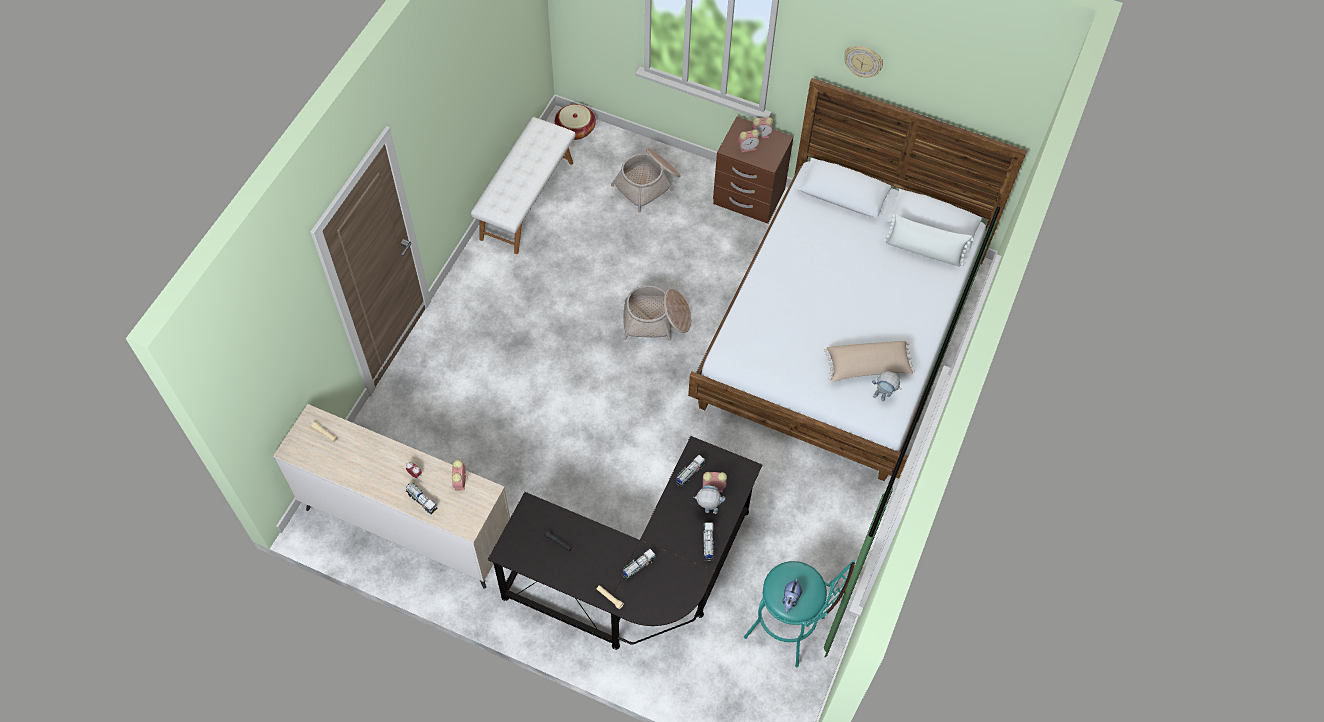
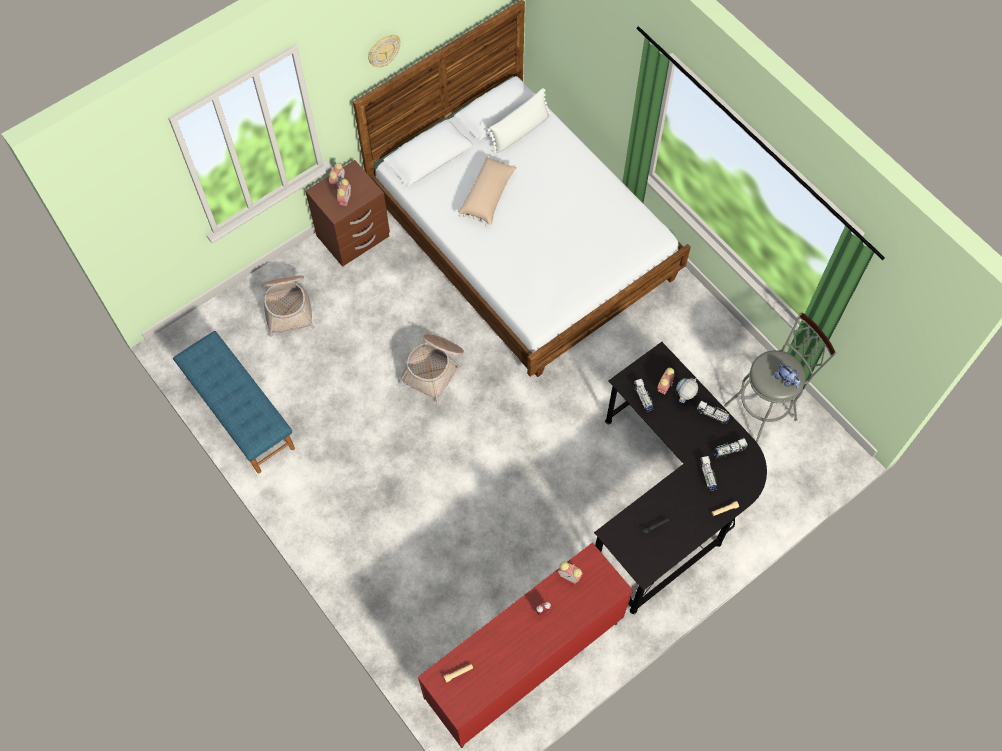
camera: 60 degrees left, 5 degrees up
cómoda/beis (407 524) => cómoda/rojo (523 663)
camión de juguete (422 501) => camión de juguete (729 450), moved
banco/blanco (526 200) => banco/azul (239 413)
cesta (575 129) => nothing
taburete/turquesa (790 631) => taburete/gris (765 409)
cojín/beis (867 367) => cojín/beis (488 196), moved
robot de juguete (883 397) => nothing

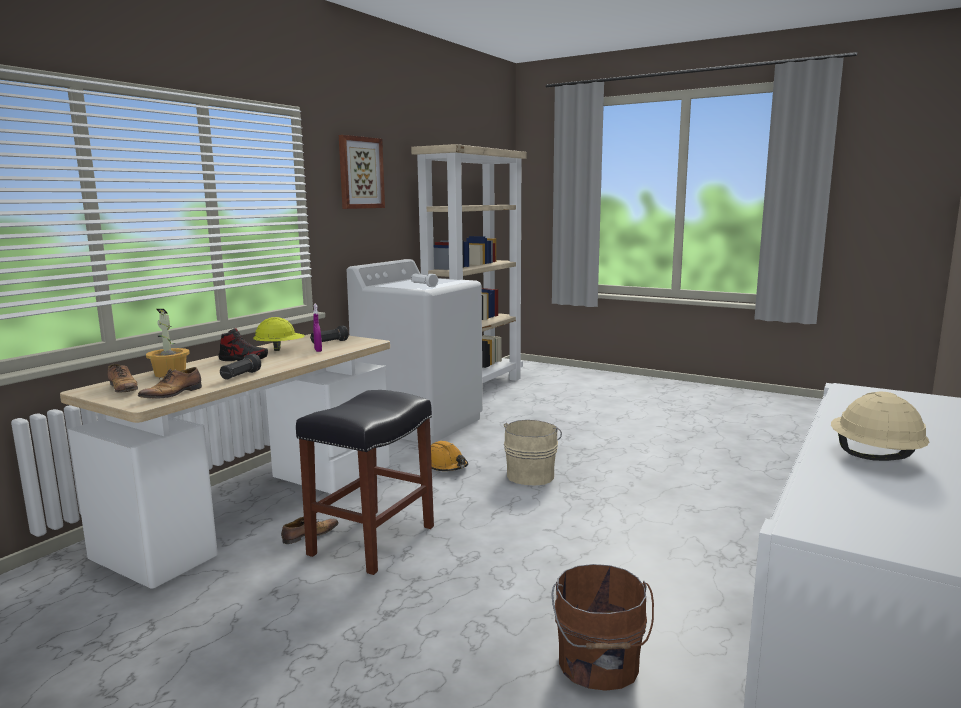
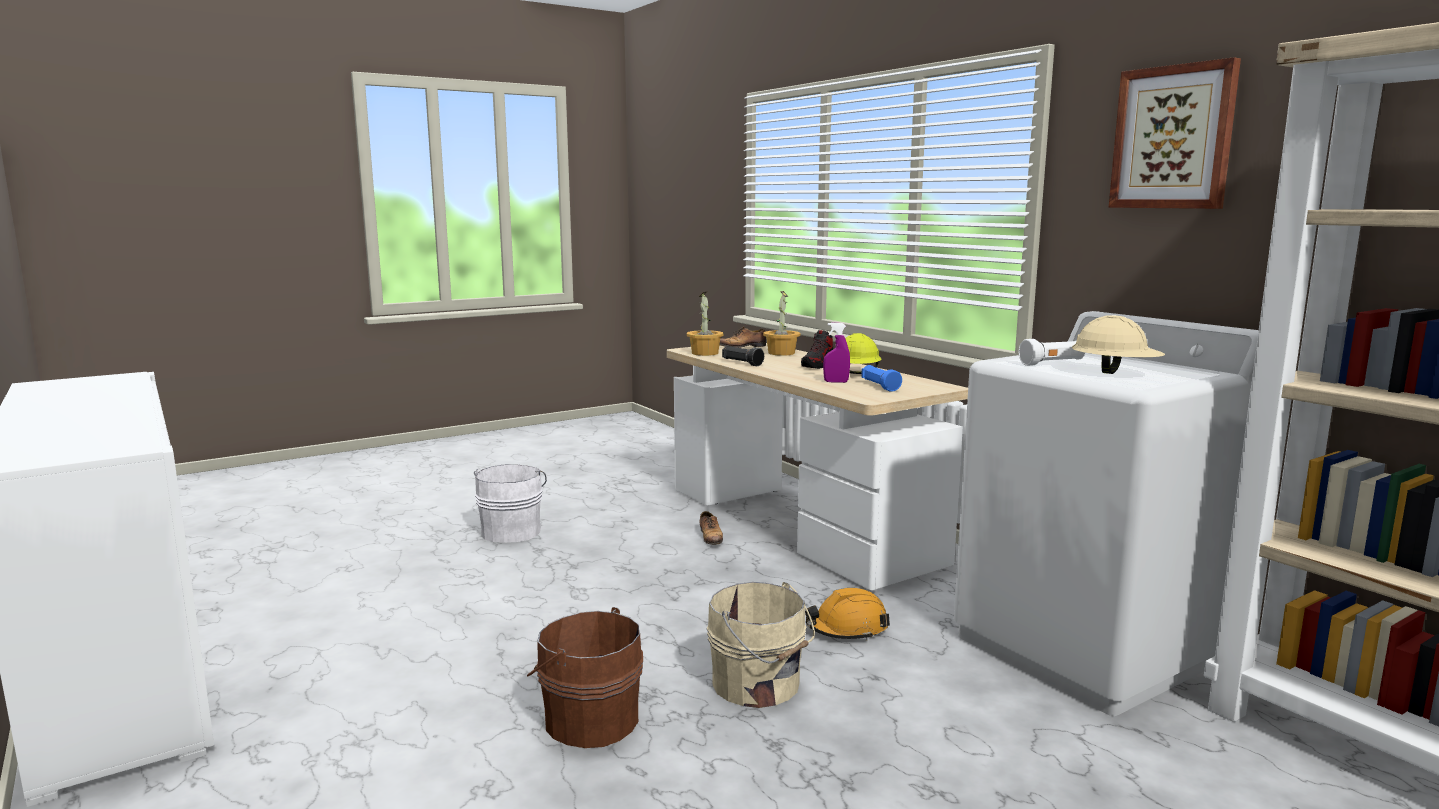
camera: 115 degrees right, 0 degrees up
zapato (173 394) => planta en maceta (705 353)
taburete/negro (372 541) => nothing
linterna/negro (329 343) => linterna/azul (879 386)
cubo/marrón (598 665) => cubo/marrón (589 720), moved
casco/beis (874 457) => casco/beis (1115 373), moved
nothing => cubo/blanco (512 531)

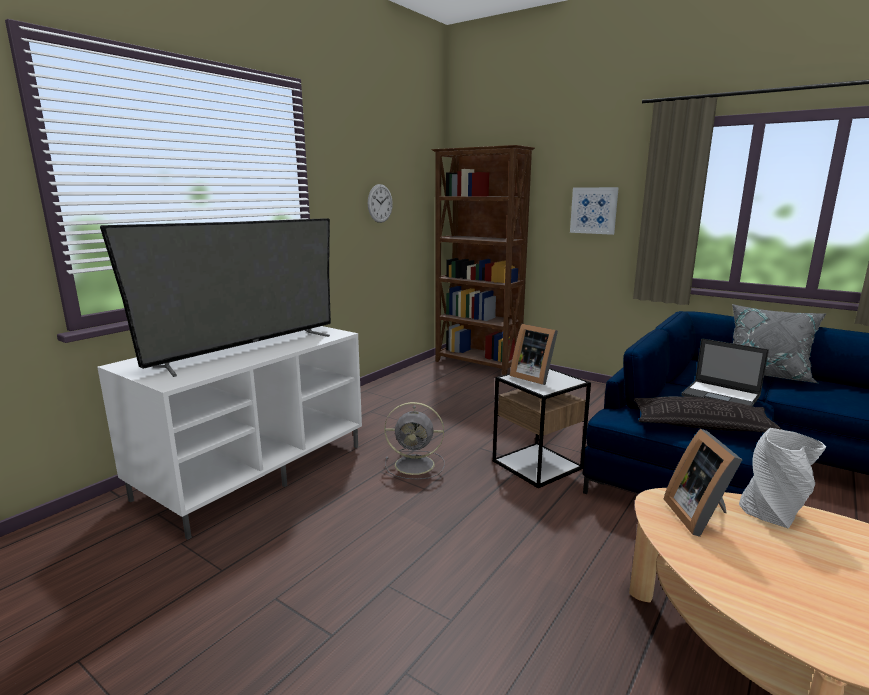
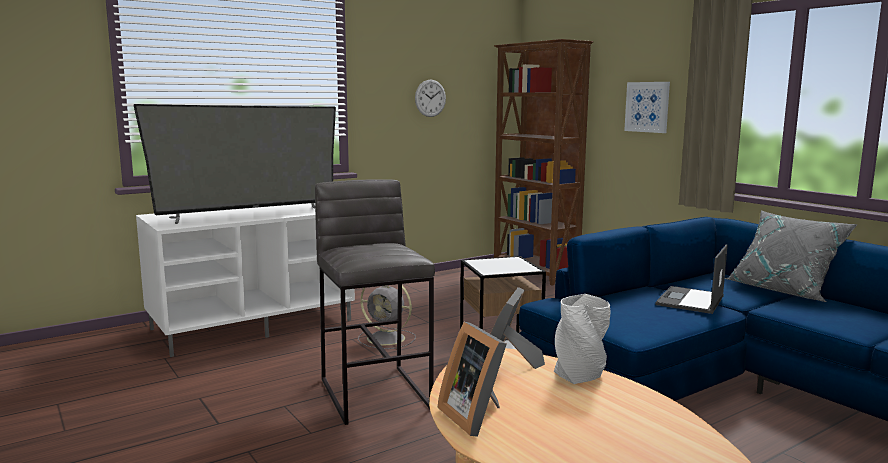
camera: 20 degrees right, 5 degrees down
portarretratos (533 377) => portarretratos (475 416), moved
cojín (702 425) => nothing
portátil (721 396) => portátil (690 301), 60 degrees clockwise
nothing => taburete/gris (375 393)

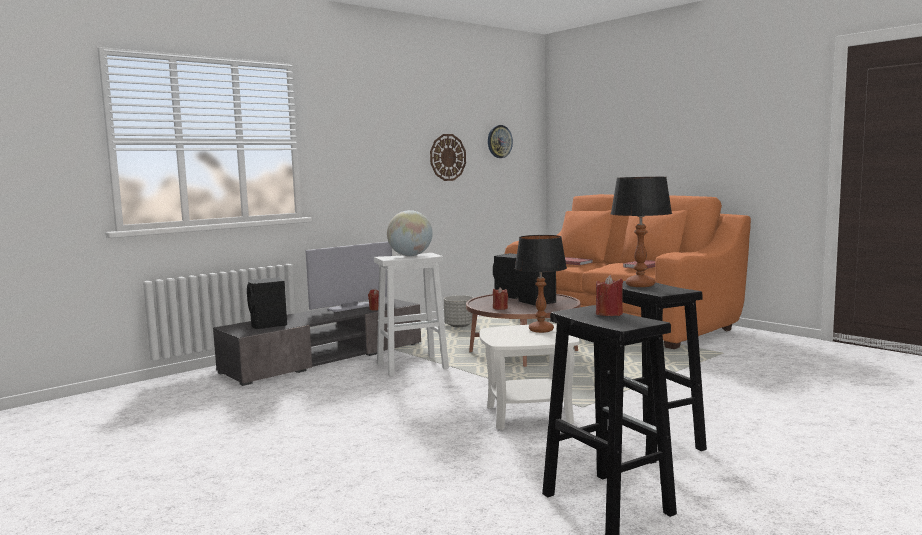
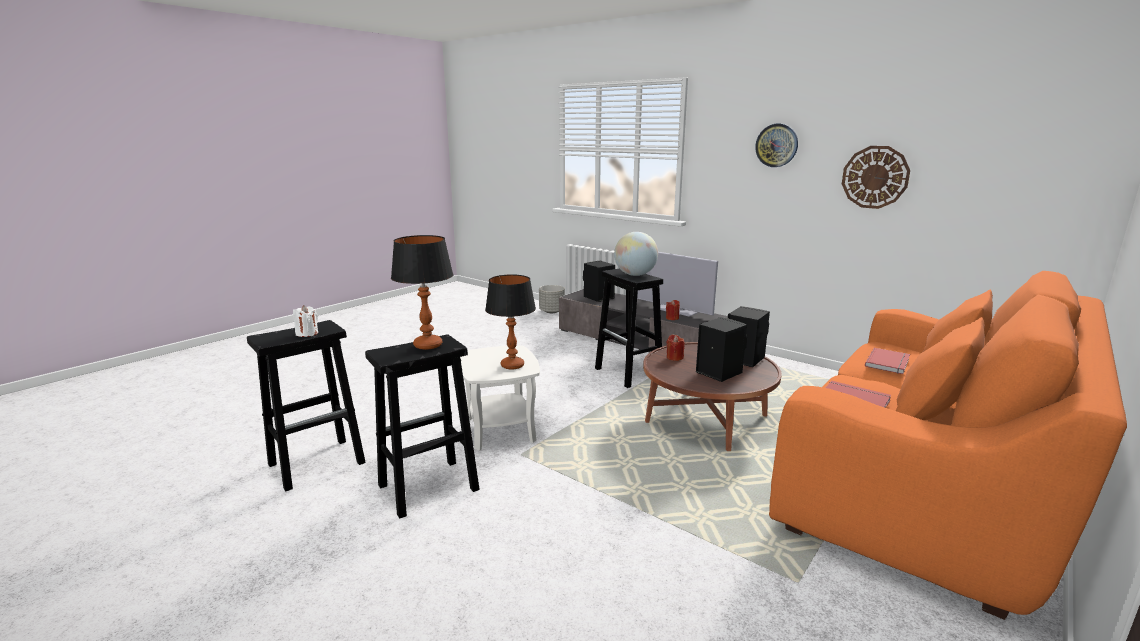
camera: 80 degrees right, 10 degrees up
taburete/blanco (413 366) => taburete/negro (629 373)
maceta/gris (459 326) => maceta/gris (552 311), moved
reloj de pared (499 141) => reloj de pared (776 145), moved
vela/rojo (609 314) => vela/blanco (307 333)

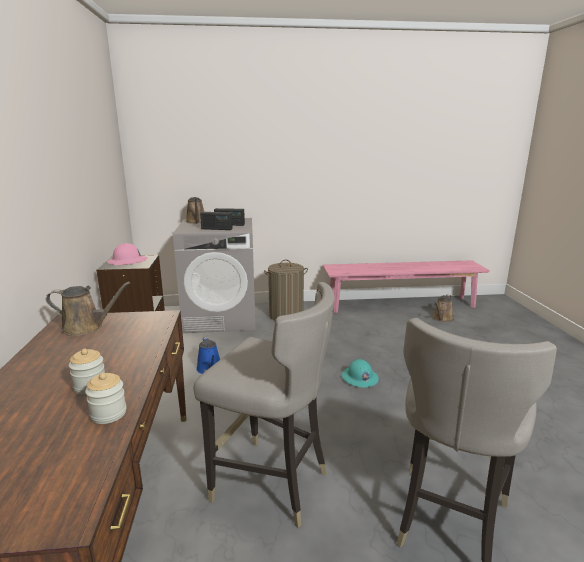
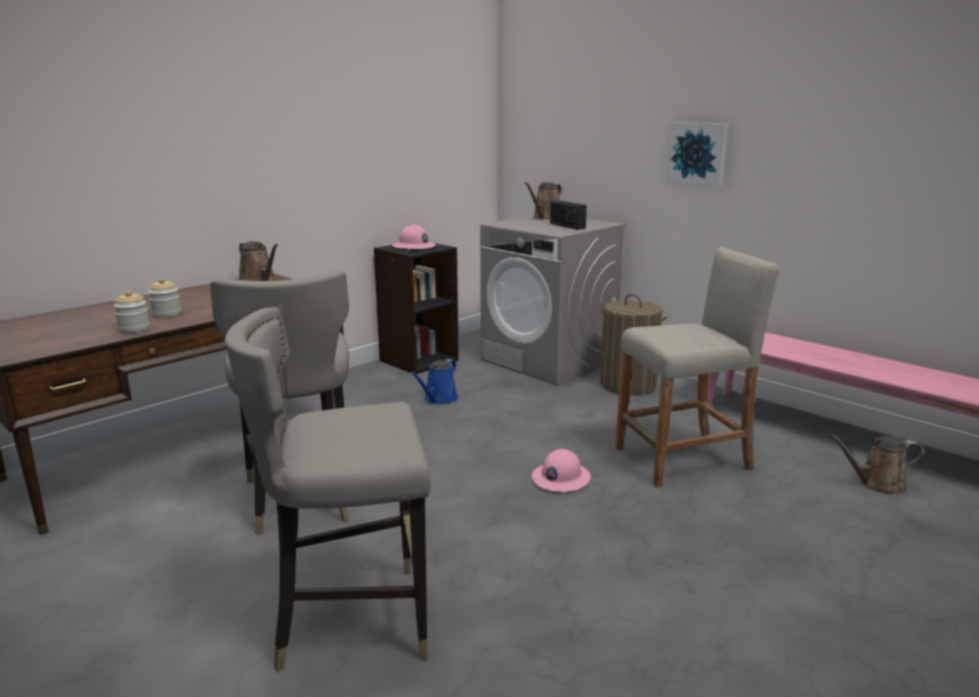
camera: 50 degrees right, 0 degrees up
radio (216 229) => nothing
casco/turquesa (359 378) => casco/rosa (560 478)
nothing => taburete/beis (682 459)
nothing => cuadro (698 153)

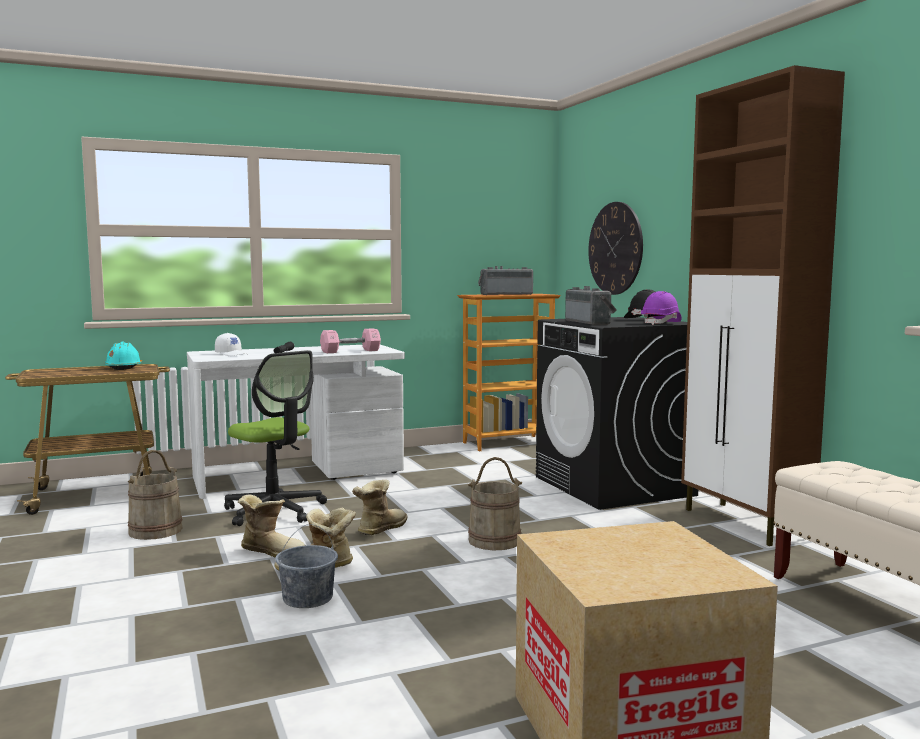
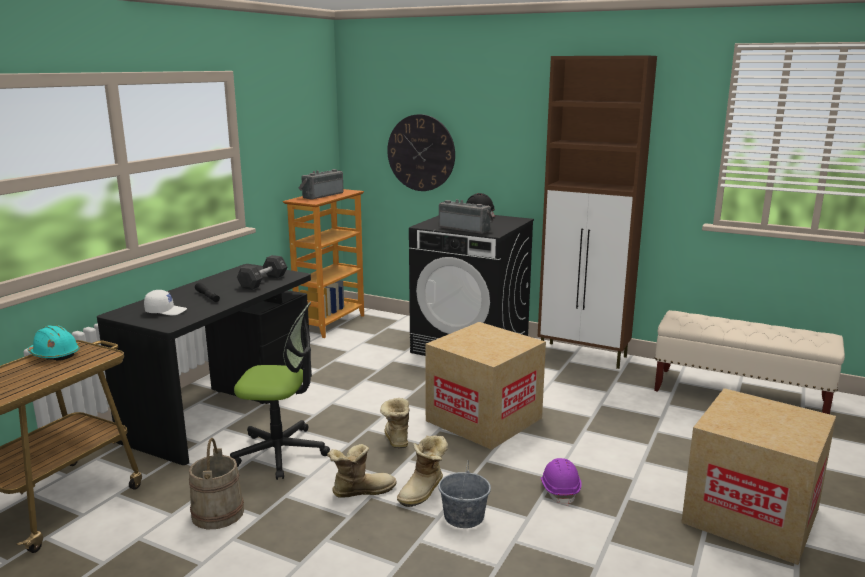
camera: 40 degrees left, 10 degrees up
escritorio/blanco (298 475) => escritorio/negro (224 409)
mancuerna/rosa (350 351) => mancuerna/negro (263 282)
cubo/beis (494 540) => caja de cartón (484 419)
casco/morado (661 323) => casco/morado (560 490), moved

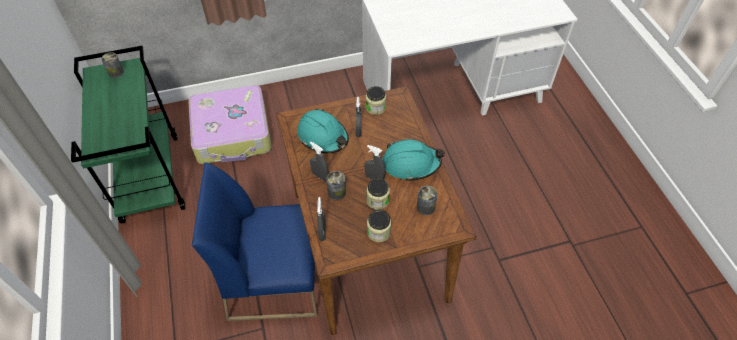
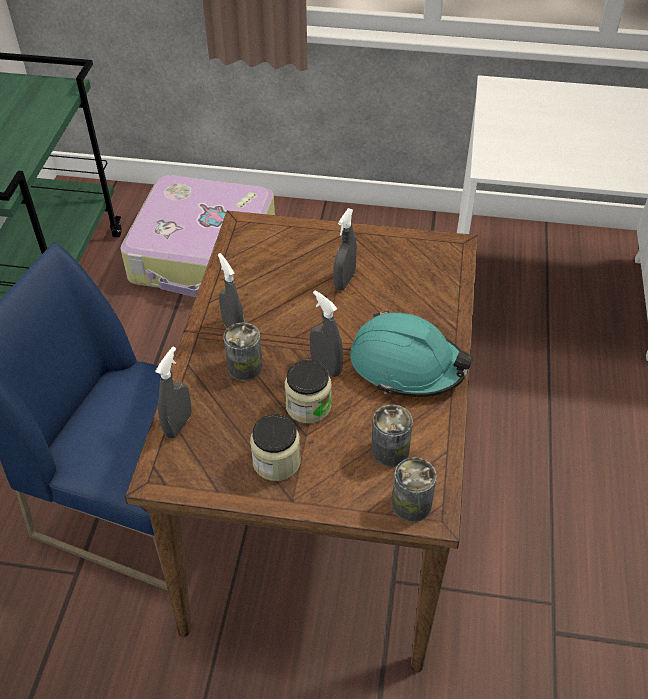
camera: 25 degrees right, 5 degrees down
lata (116 72) => lata (411 504), moved
casco/turquesa (323 137) => nothing
tarro (375 107) => nothing

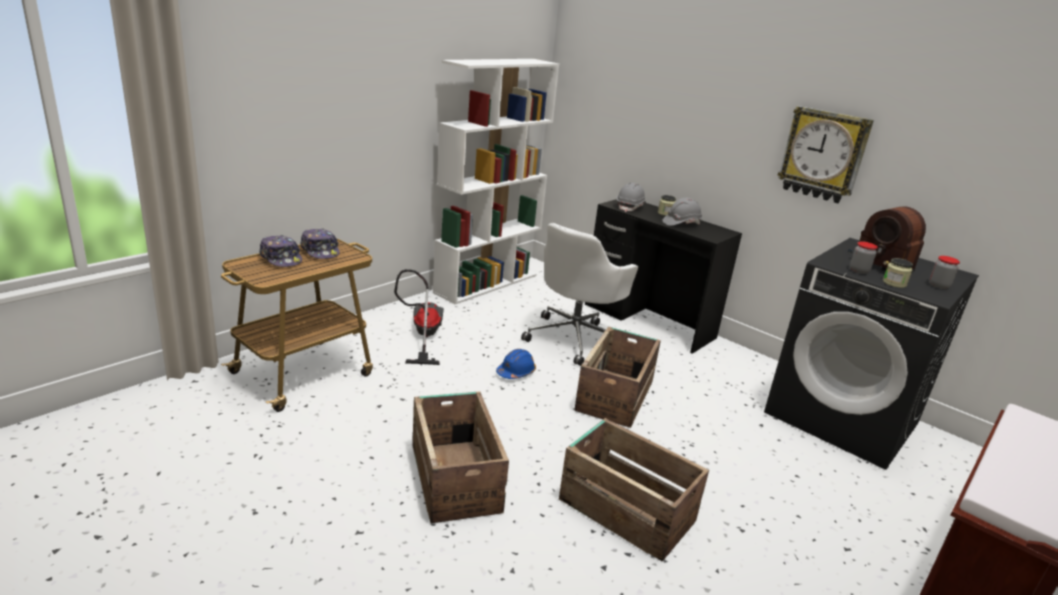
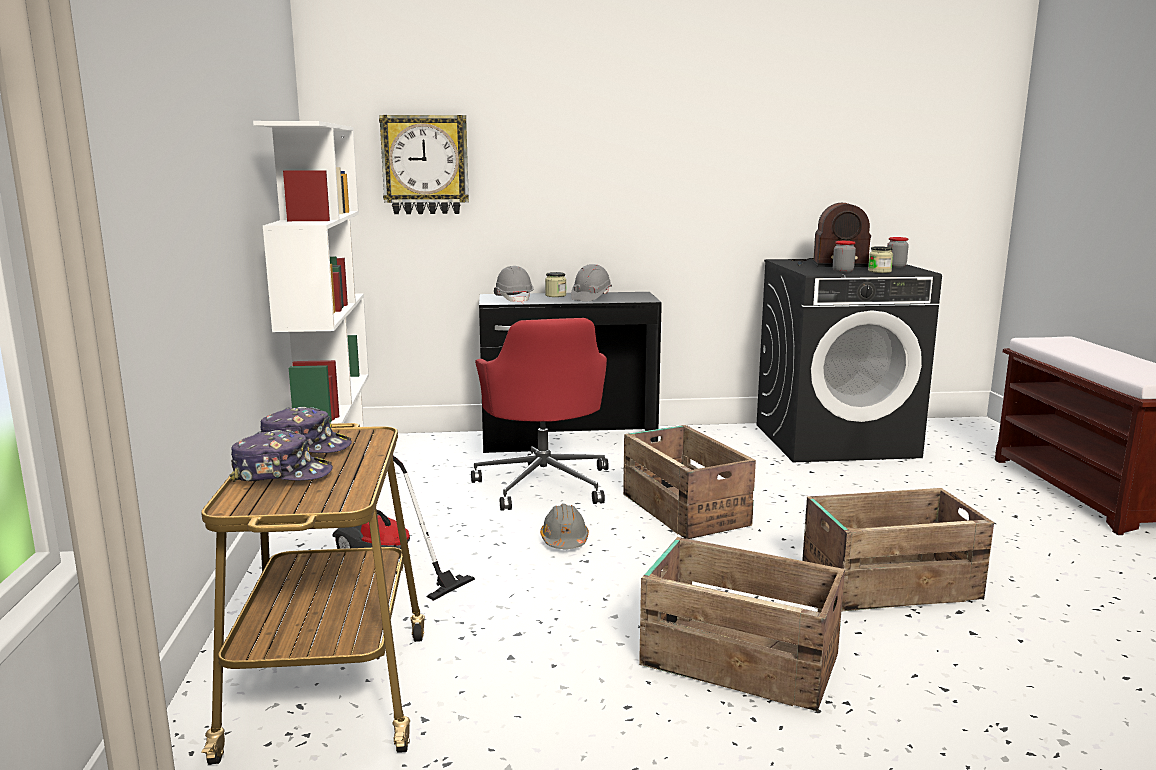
camera: 45 degrees left, 10 degrees down
casco/azul (516 372) => casco/gris (564 540)
silla de oficina/blanco (575 338) => silla de oficina/rojo (544 484)
reloj de pared (823 155) => reloj de pared (425 165), moved

